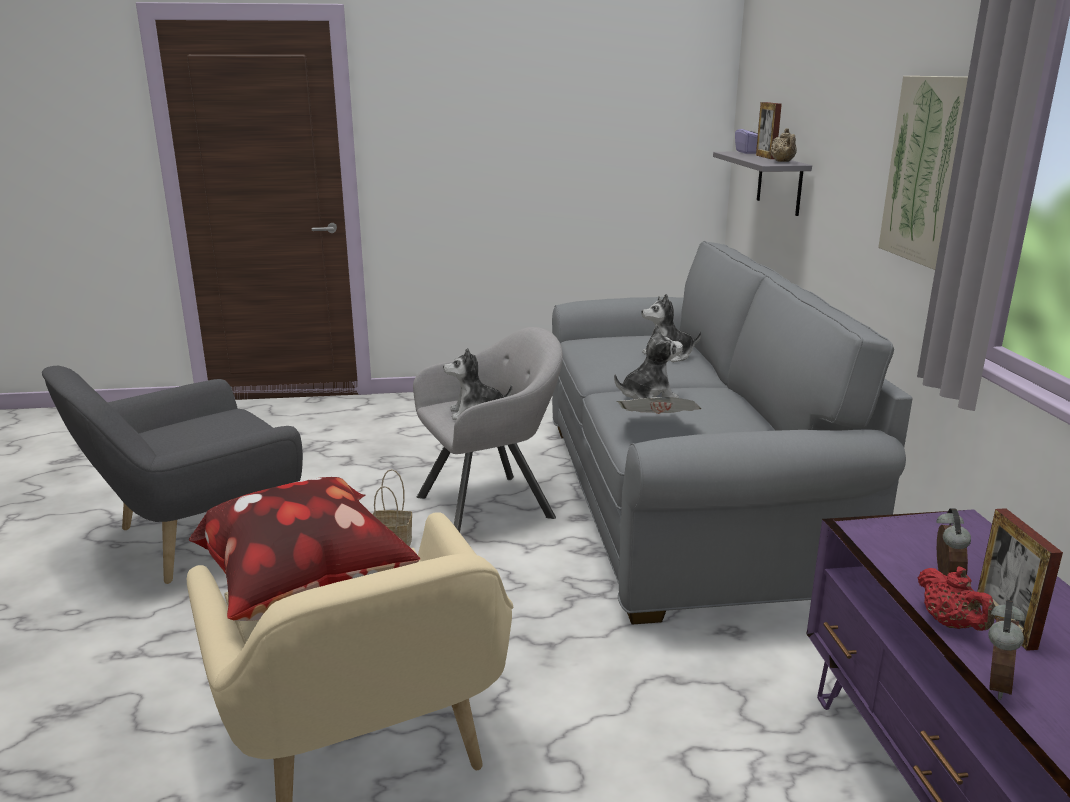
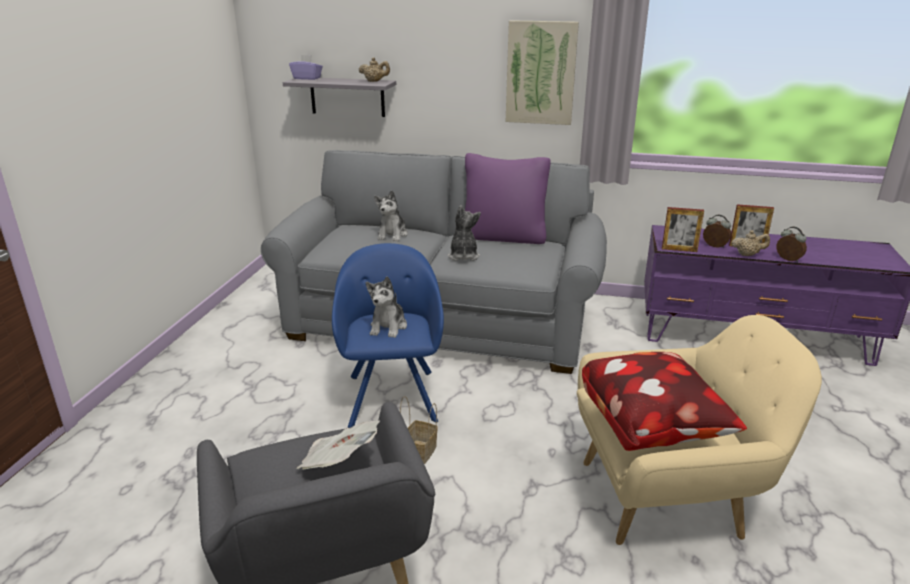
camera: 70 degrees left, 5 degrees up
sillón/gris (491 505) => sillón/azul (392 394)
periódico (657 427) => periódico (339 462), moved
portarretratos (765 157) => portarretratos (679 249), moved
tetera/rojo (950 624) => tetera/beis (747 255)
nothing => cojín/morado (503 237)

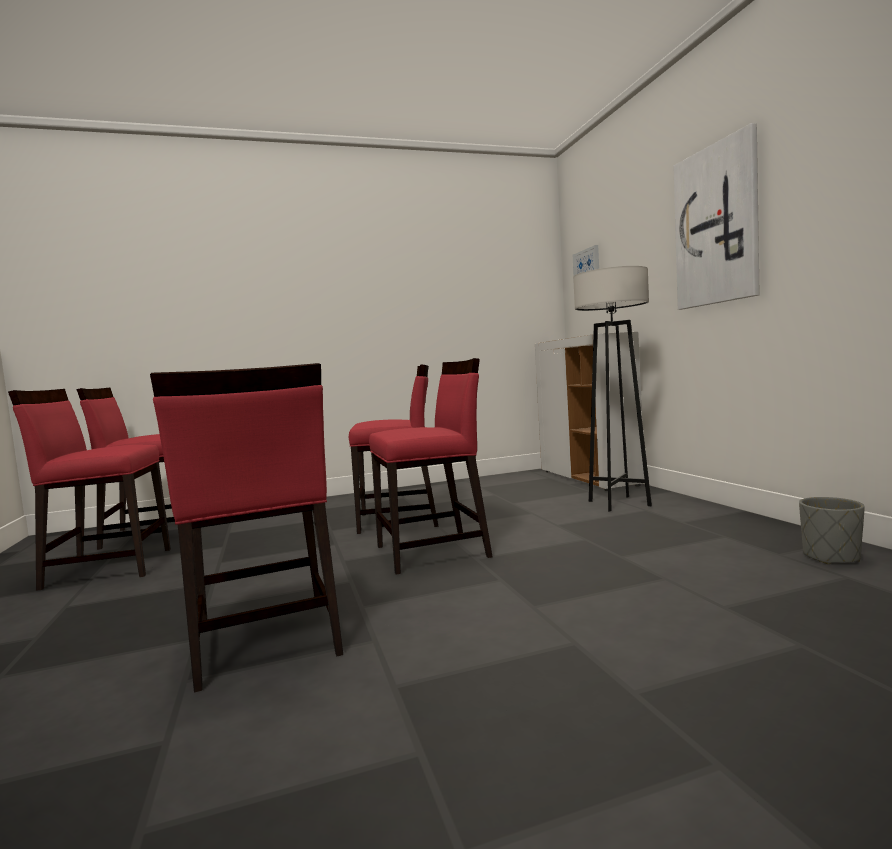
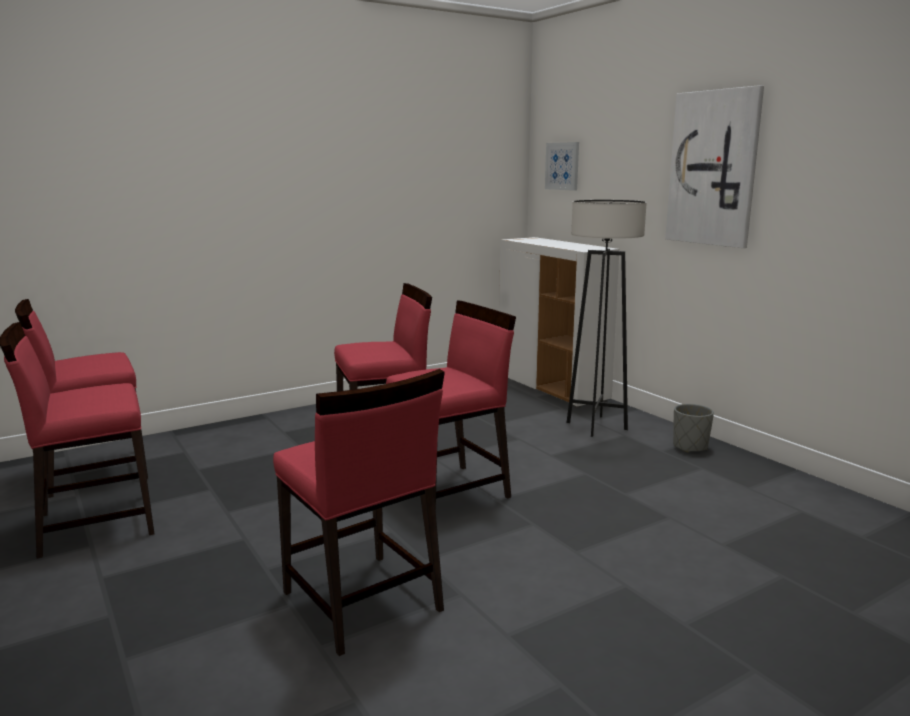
camera: 15 degrees left, 10 degrees up
maceta/gris (831 557) => maceta/gris (690 446), moved

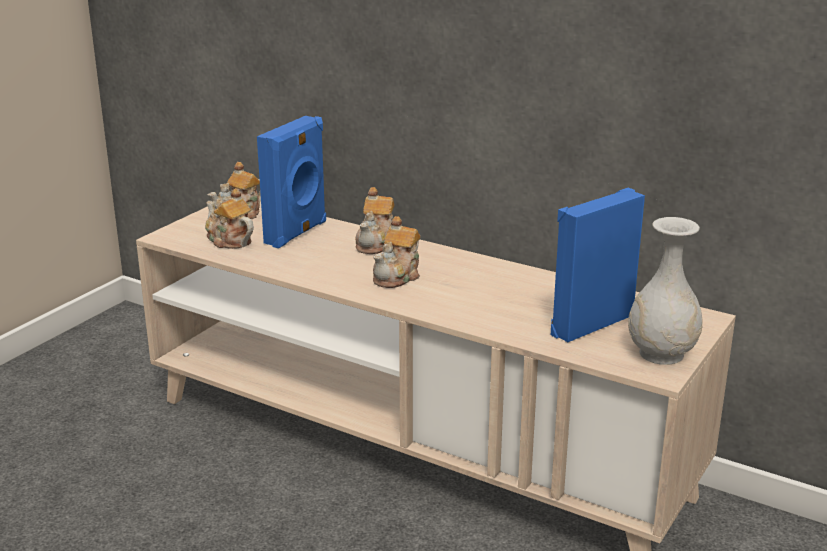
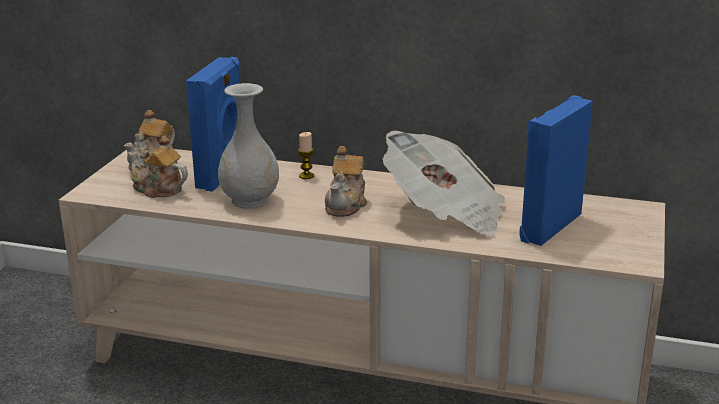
camera: 15 degrees left, 0 degrees up
tetera (377 243) => vela (306 176)
florero/blanco (662 353) => florero/blanco (250 200), moved
nothing => periódico (445 213)

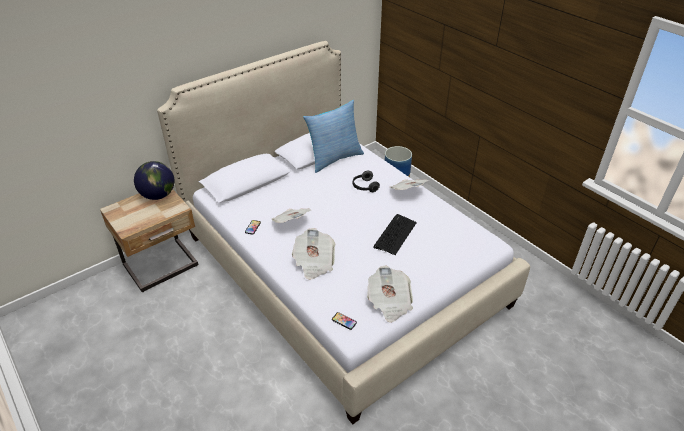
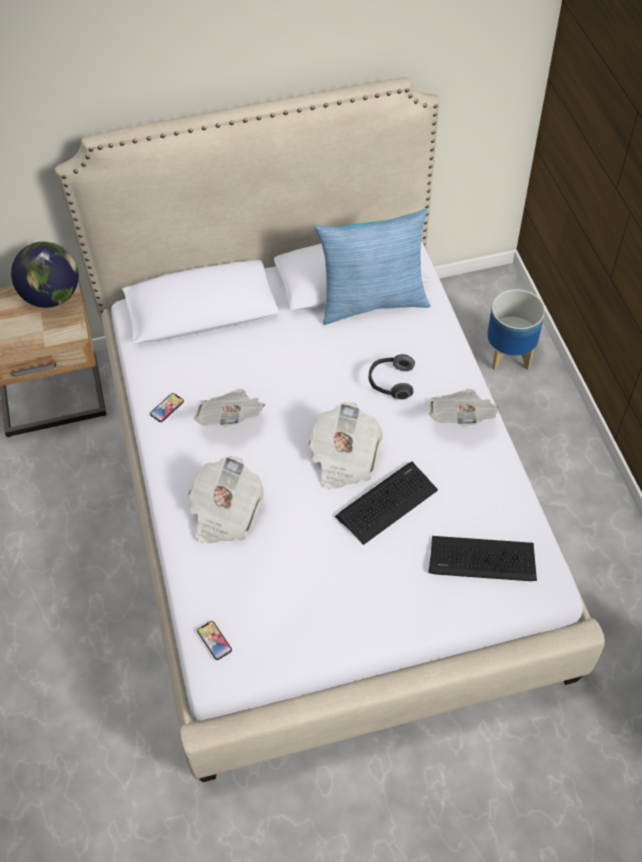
camera: 25 degrees right, 15 degrees up
periódico (389 303) => periódico (344 459), moved
nothing => teclado (482 560)

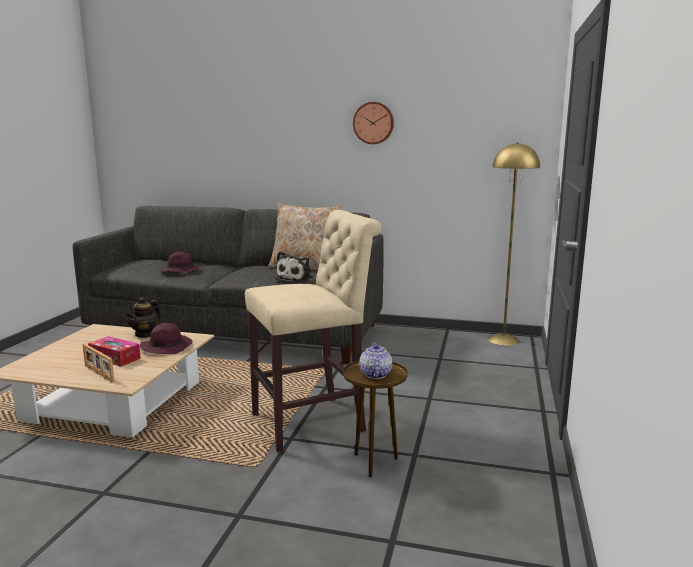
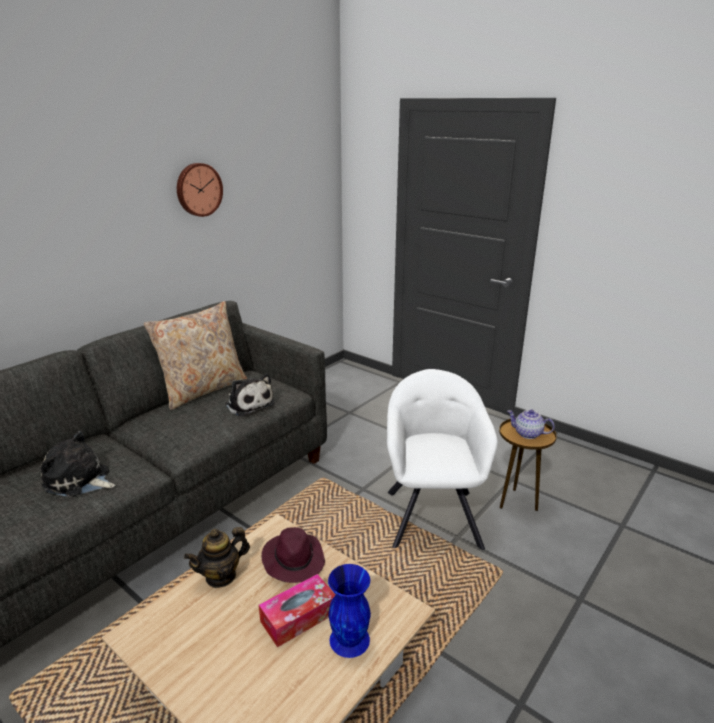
camera: 65 degrees left, 10 degrees up
portarretratos (98 373) => florero/azul (350 639)
tetera (145 334) => tetera (221 576), 90 degrees clockwise
sombrero/morado (180 271) => peluche (79 481)
taburete/beis (314 422) => sillón/blanco (432 515)
lámpara de pie/amarillo (503 340) => nothing

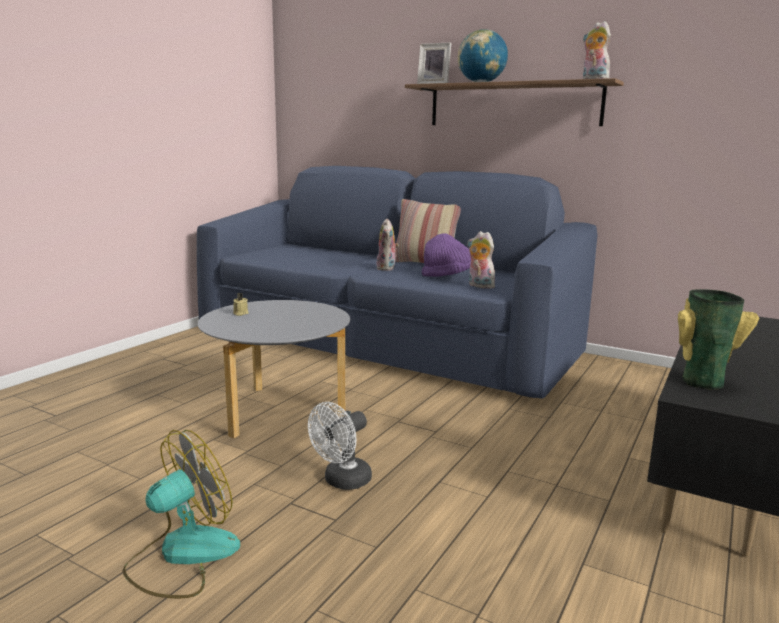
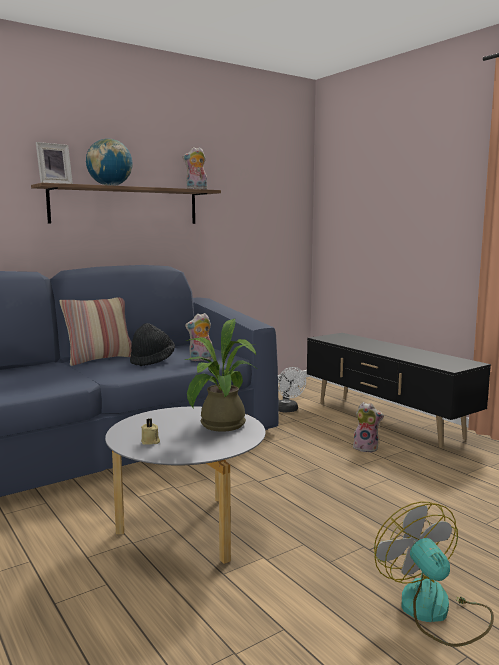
camera: 65 degrees left, 5 degrees down
ventilador/blanco (342 482) => ventilador/blanco (288 410), moved
peluche (387 268) => peluche (366 448), moved
sombrero/morado (448 276) => sombrero/negro (152 361)
florero (701 380) => nothing
nothing => planta en maceta (219 426)

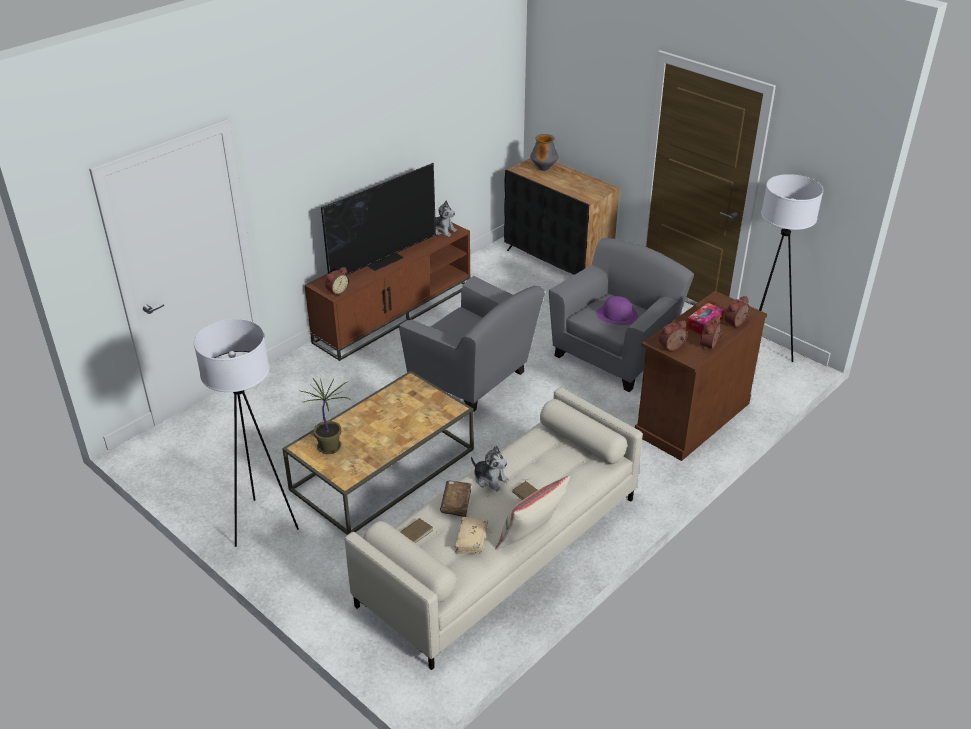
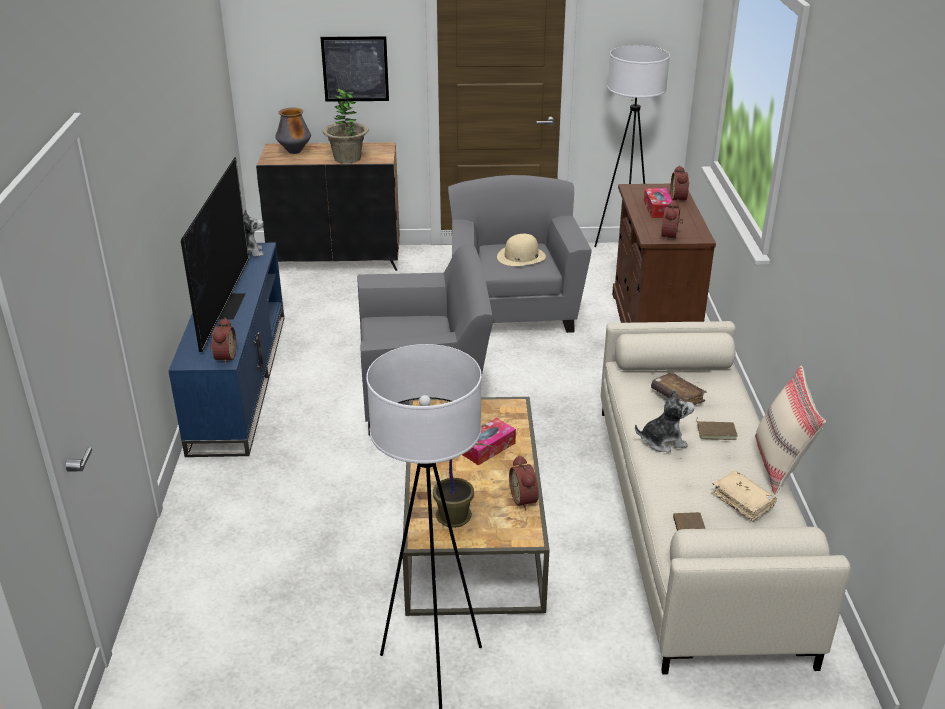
camera: 45 degrees left, 5 degrees down
mueble de televisión/marrón (394 313) => mueble de televisión/azul (238 380)
libro/marrón (456 502) => libro/marrón (677 396), moved
sombrero/morado (617 315) => sombrero/beis (521 256)
despertador (710 345) => despertador (525 499), moved
nothing => cuadro (355 69)
nothing => planta en maceta (347 158)
nothing => caja de pañuelos (487 448)

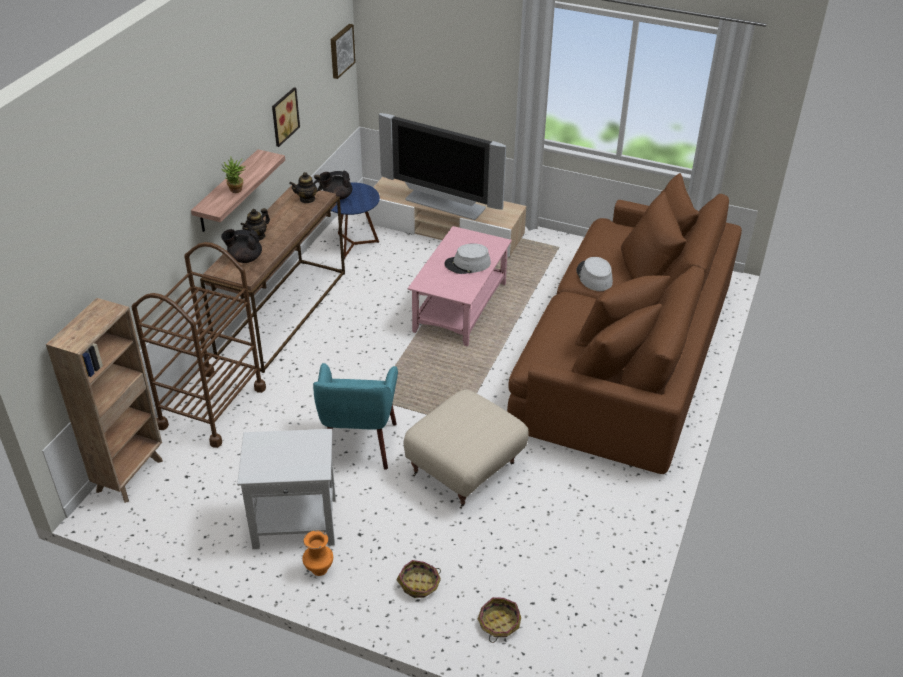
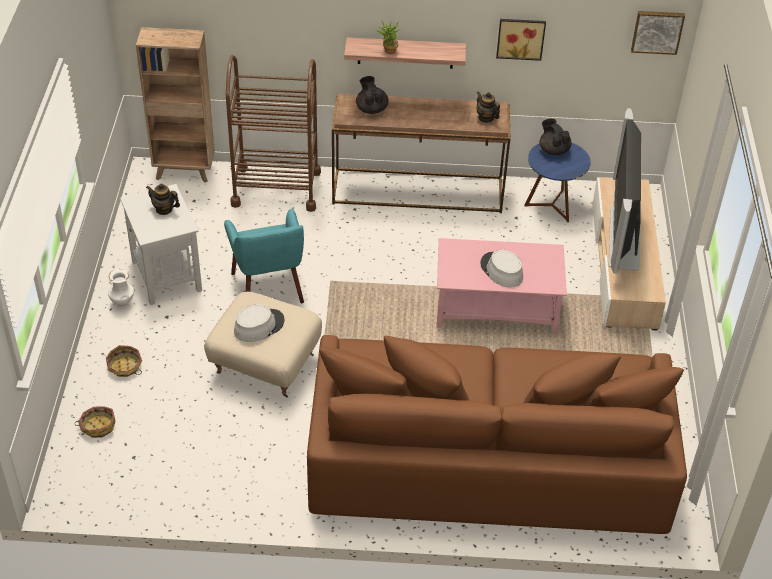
camera: 70 degrees right, 5 degrees up
tetera (257 236) => tetera (164 209), moved
florero/naranja (319 570) => florero/blanco (122 303)
sillón/turquesa (358 445) => sillón/turquesa (268 288), 90 degrees counterclockwise
sombrero/gris (594 276) => sombrero/gris (259 326), moved

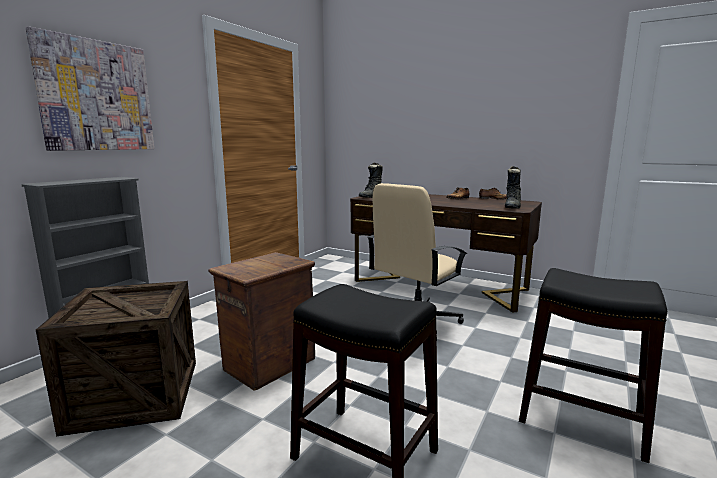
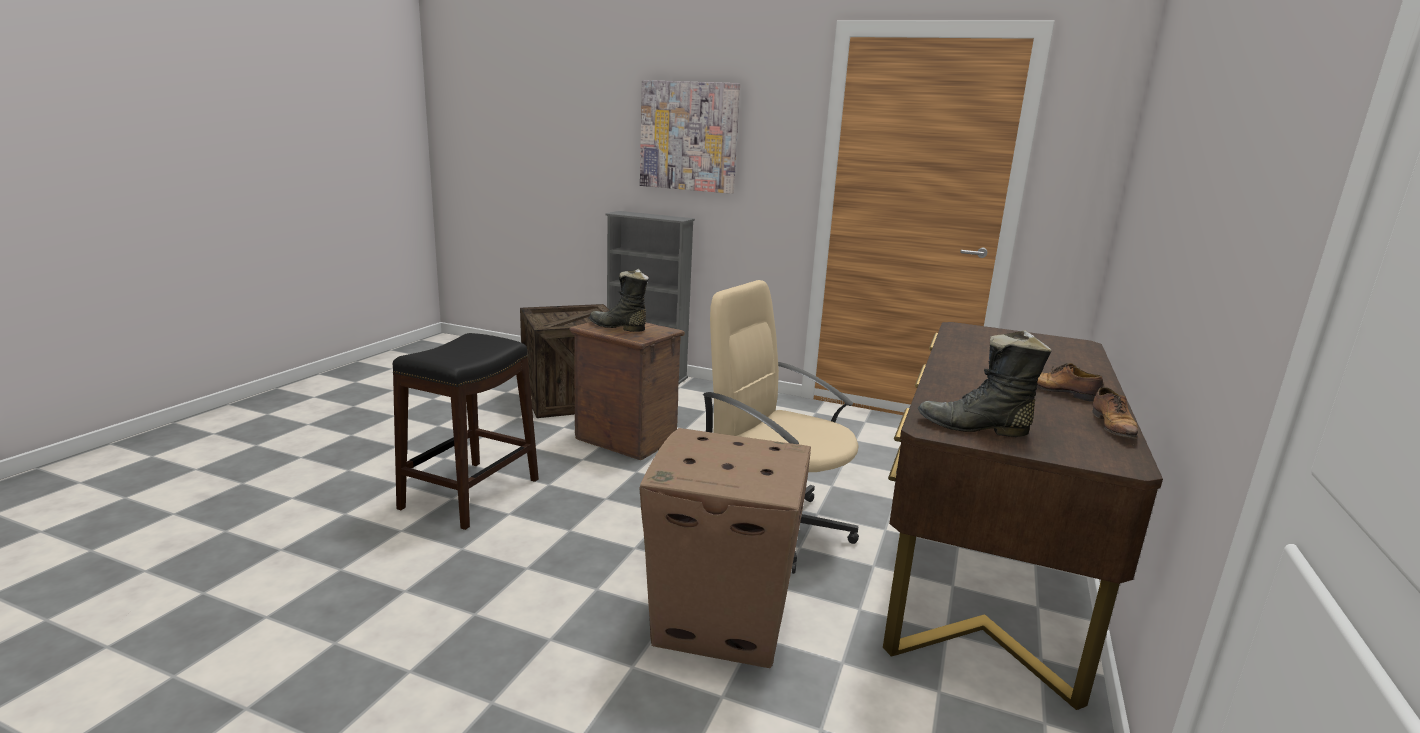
camera: 80 degrees right, 5 degrees up
bota/negro (371 197) => bota/negro (618 327), moved
taburete/negro (582 418) => nothing
nothing => caja de cartón (723 619)

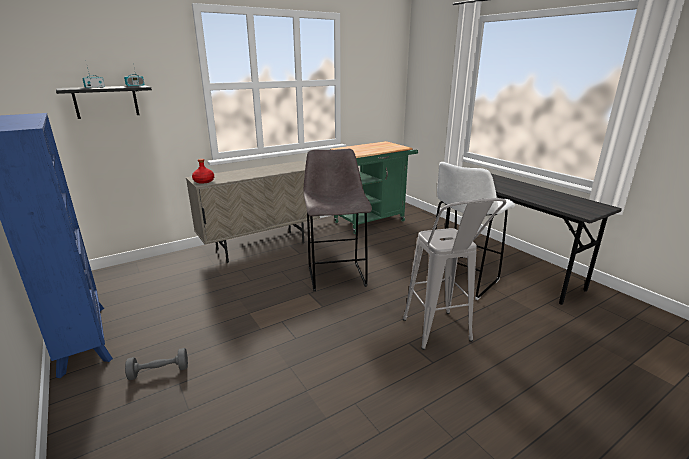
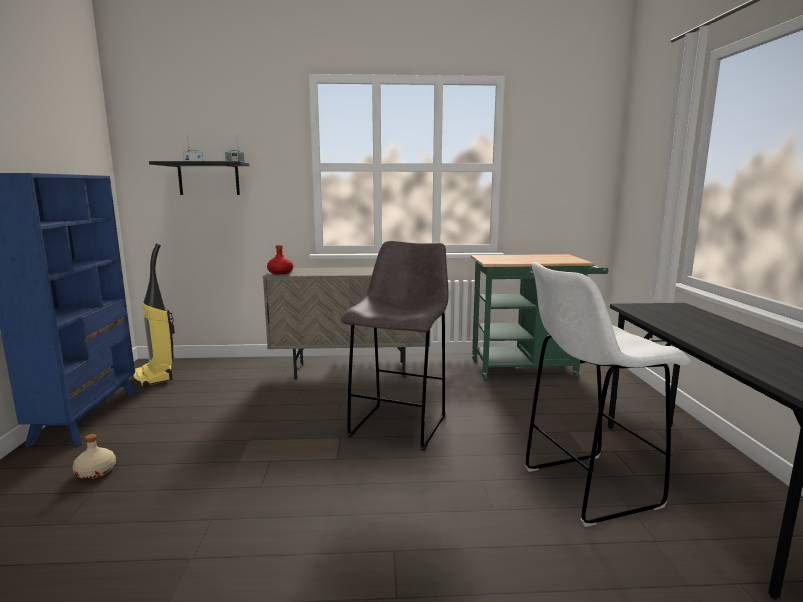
camera: 30 degrees right, 10 degrees down
mancuerna/gris (159 371) => botella/beis (96 472)
taburete/gris (441 337) => nothing
nothing => aspiradora (155 377)

